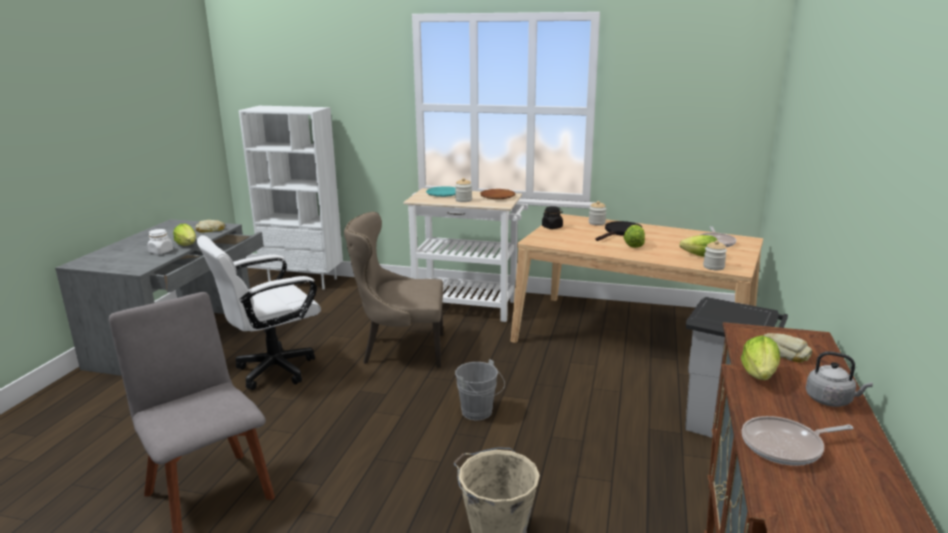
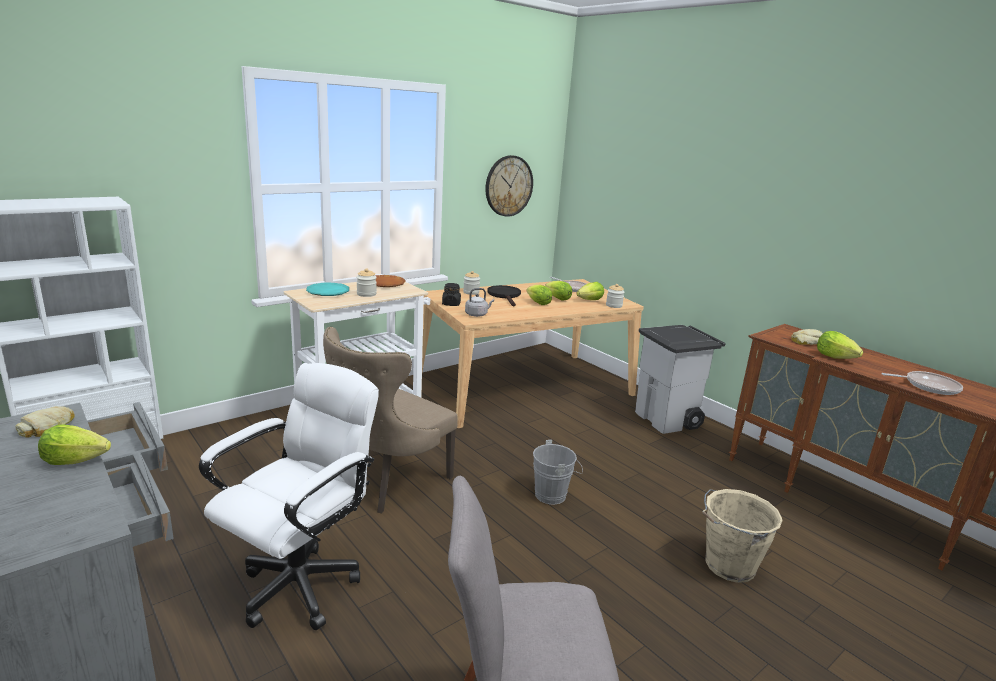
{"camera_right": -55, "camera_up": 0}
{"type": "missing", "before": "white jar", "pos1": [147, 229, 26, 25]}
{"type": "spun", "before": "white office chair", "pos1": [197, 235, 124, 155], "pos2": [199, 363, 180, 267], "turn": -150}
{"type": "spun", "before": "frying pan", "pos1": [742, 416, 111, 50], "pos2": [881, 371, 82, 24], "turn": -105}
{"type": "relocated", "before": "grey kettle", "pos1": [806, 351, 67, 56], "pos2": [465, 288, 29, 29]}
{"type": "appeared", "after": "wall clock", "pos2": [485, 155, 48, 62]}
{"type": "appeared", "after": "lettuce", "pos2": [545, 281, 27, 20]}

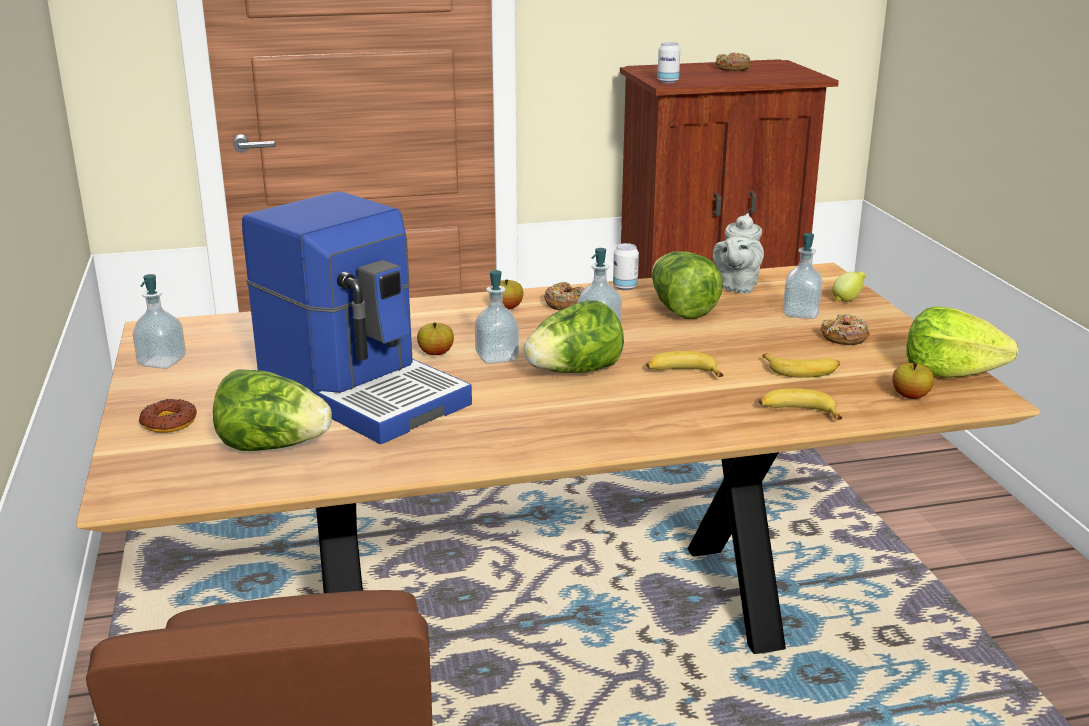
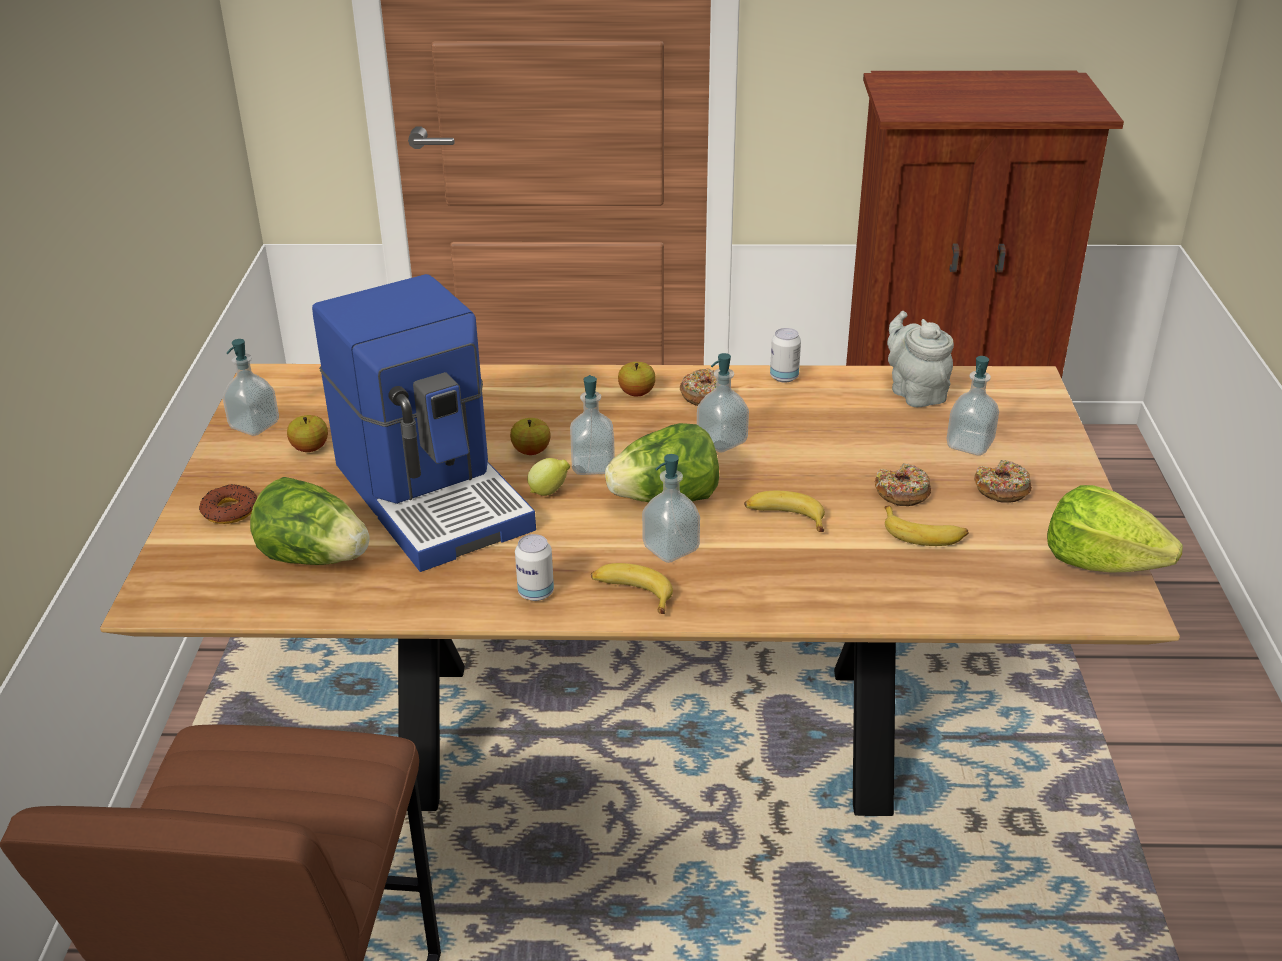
{"camera_right": 15, "camera_up": 10}
{"type": "missing", "before": "lettuce", "pos1": [652, 251, 71, 68]}
{"type": "relocated", "before": "can", "pos1": [657, 42, 23, 41], "pos2": [515, 534, 39, 67]}
{"type": "spun", "before": "grey teapot", "pos1": [713, 213, 51, 81], "pos2": [887, 311, 67, 96], "turn": 120}
{"type": "relocated", "before": "donut", "pos1": [715, 52, 36, 19], "pos2": [875, 464, 56, 42]}
{"type": "relocated", "before": "banana", "pos1": [759, 388, 83, 32], "pos2": [591, 563, 82, 51]}
{"type": "relocated", "before": "lemon", "pos1": [832, 272, 34, 30], "pos2": [527, 458, 43, 38]}
{"type": "relocated", "before": "apple", "pos1": [892, 363, 42, 36], "pos2": [287, 415, 41, 37]}
{"type": "appeared", "after": "soap dispenser", "pos2": [642, 454, 58, 109]}

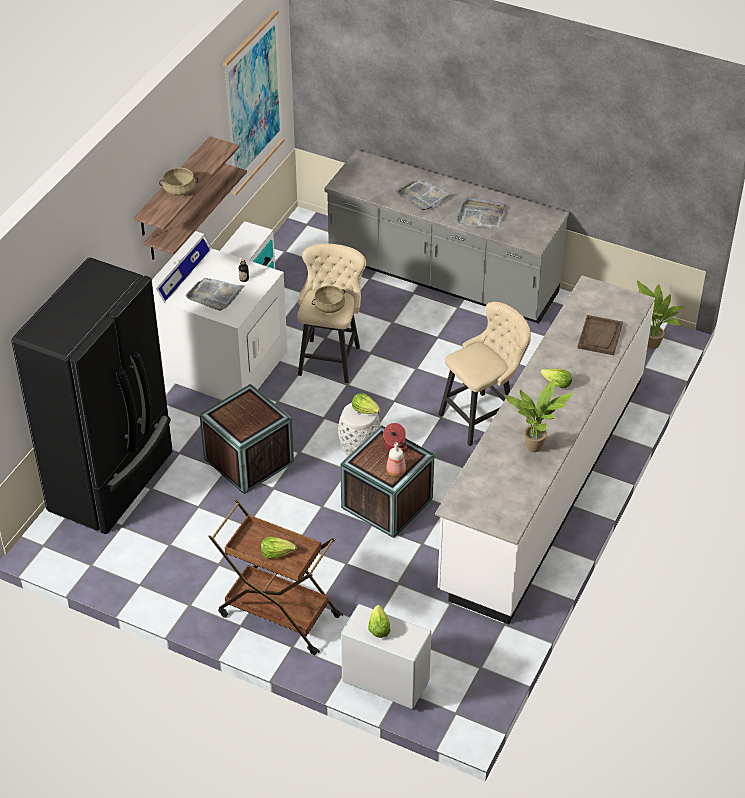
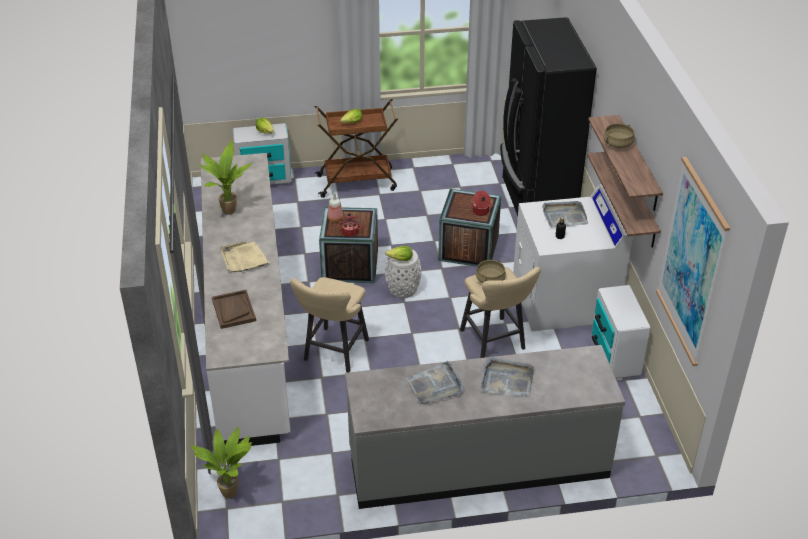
{"camera_right": 145, "camera_up": -5}
{"type": "exchanged", "before": "lettuce", "after": "beige tray", "pos1": [540, 369, 32, 19], "pos2": [220, 242, 50, 30]}
{"type": "appeared", "after": "cooking pot", "pos2": [469, 191, 24, 25]}

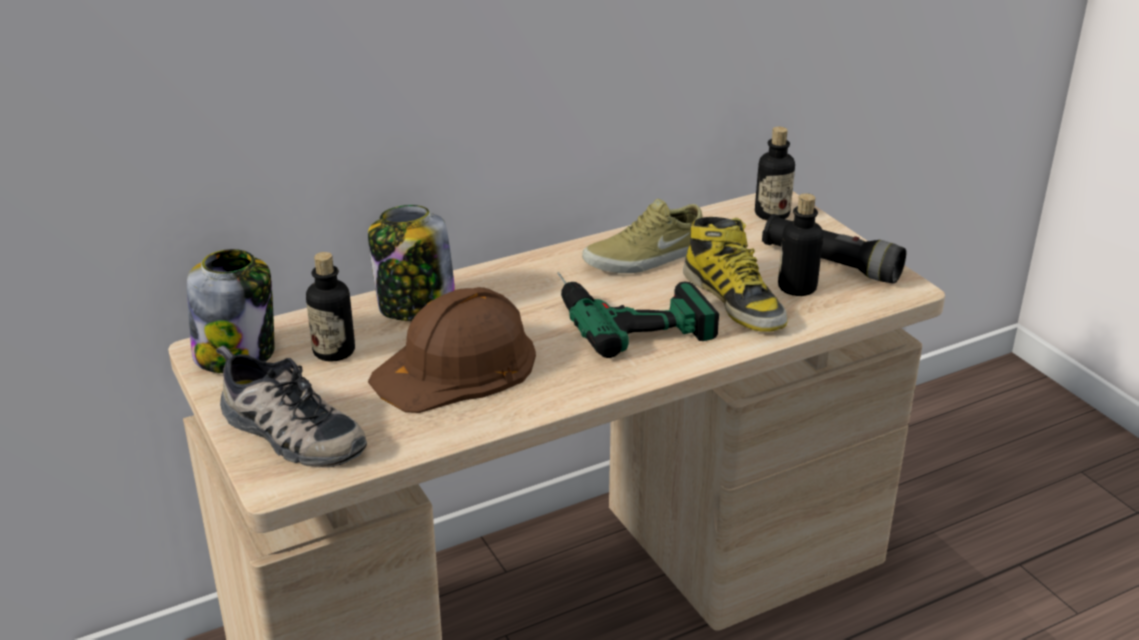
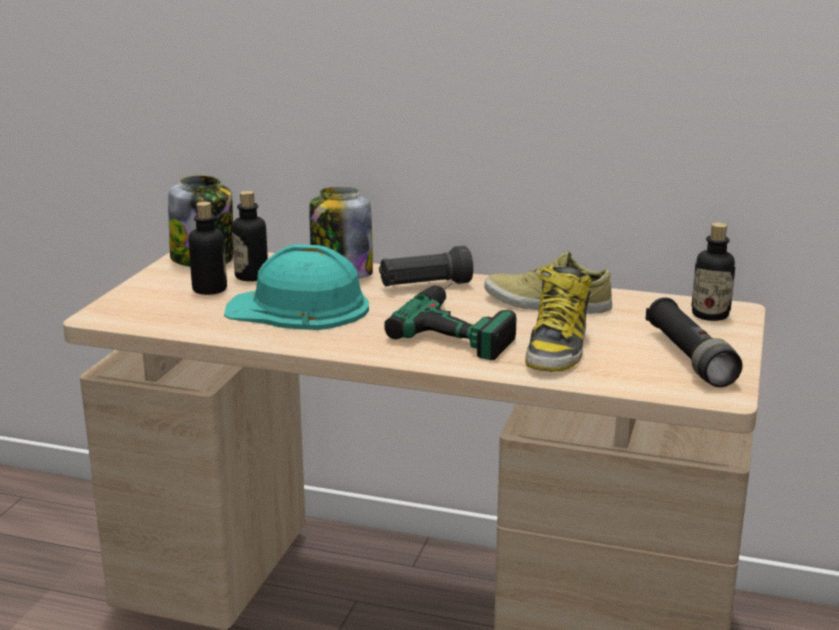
{"camera_right": 45, "camera_up": -10}
{"type": "missing", "before": "shoe", "pos1": [216, 345, 151, 123]}
{"type": "colour", "before": "brown hard hat", "after": "turquoise hard hat", "pos1": [368, 287, 168, 126], "pos2": [224, 245, 145, 85]}
{"type": "relocated", "before": "bottle", "pos1": [778, 193, 45, 103], "pos2": [188, 202, 39, 93]}
{"type": "appeared", "after": "black flashlight", "pos2": [379, 246, 94, 41]}

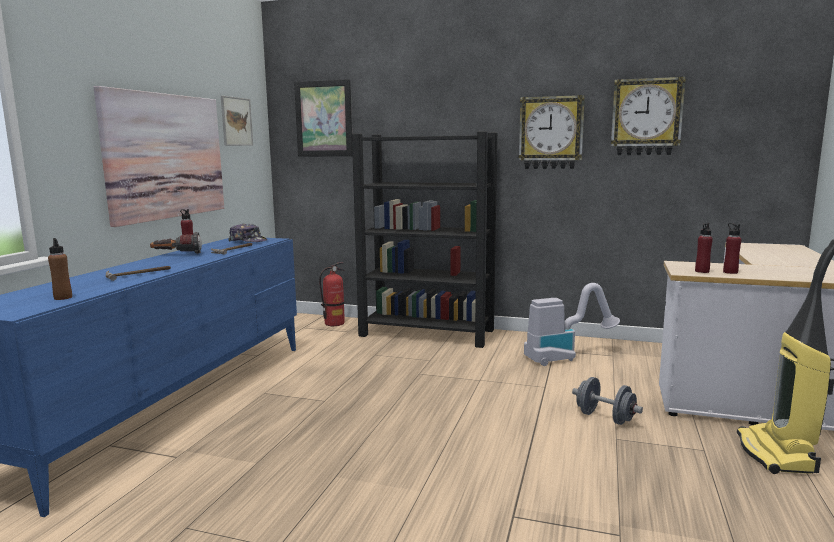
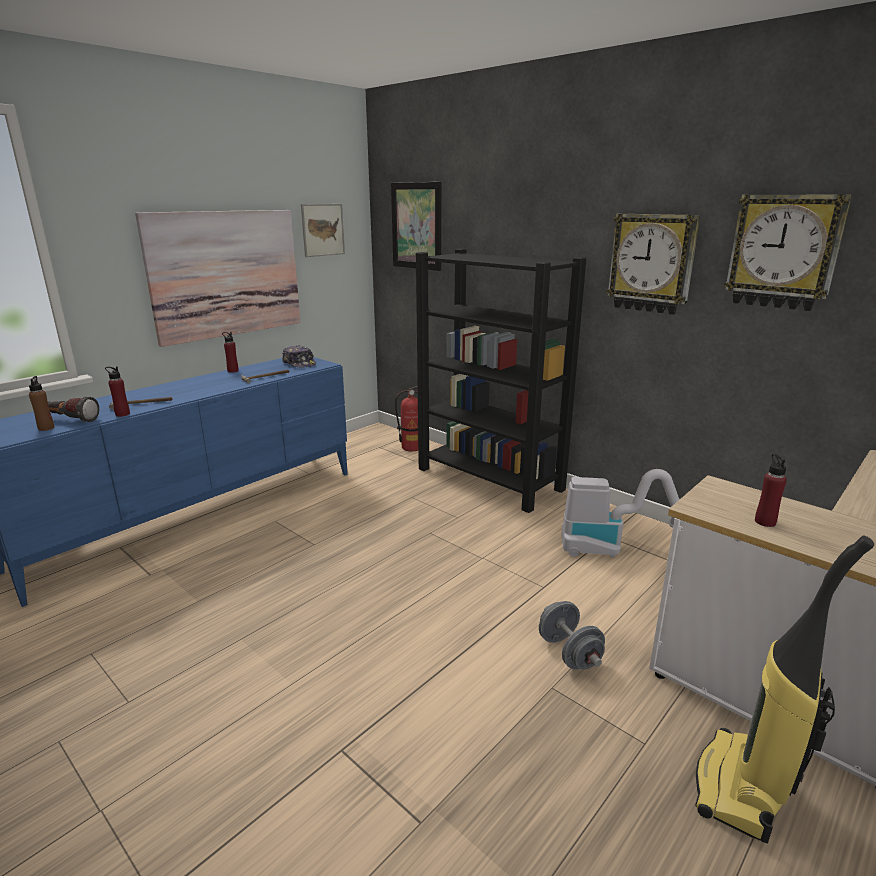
{"camera_right": 25, "camera_up": 10}
{"type": "relocated", "before": "flashlight", "pos1": [150, 232, 52, 22], "pos2": [48, 397, 51, 25]}
{"type": "relocated", "before": "red bottle", "pos1": [695, 223, 18, 50], "pos2": [105, 366, 25, 51]}

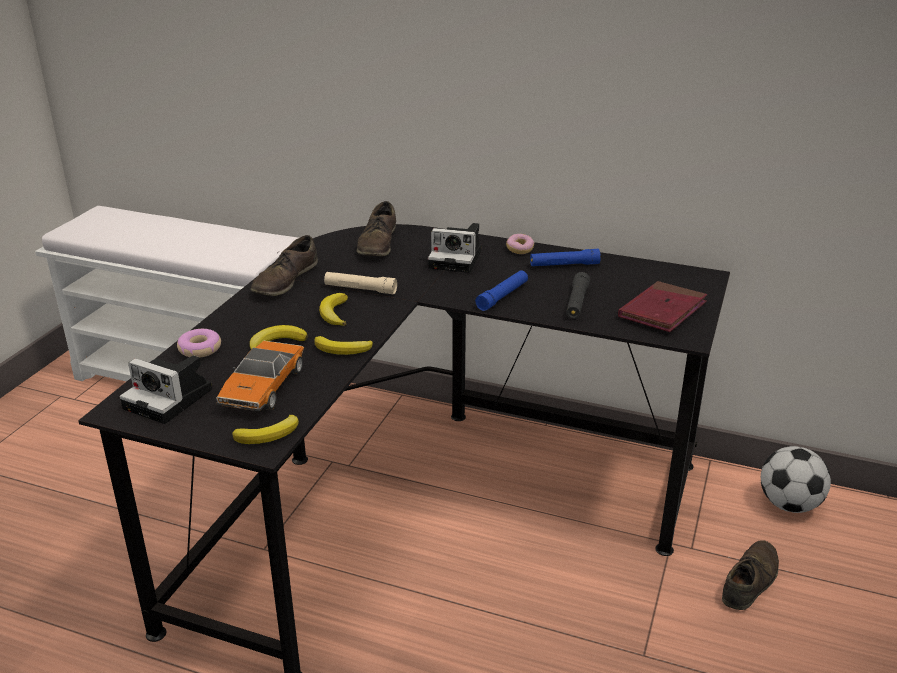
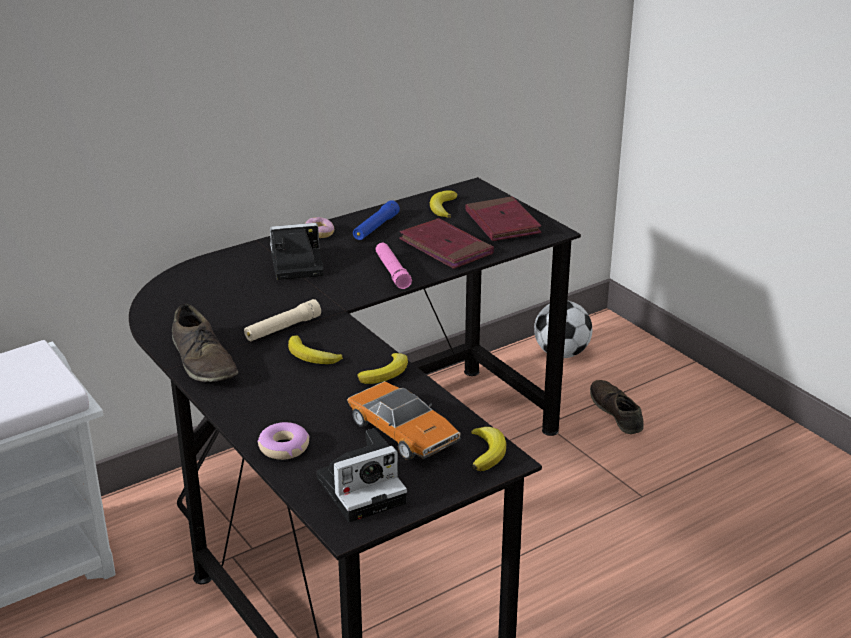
{"camera_right": -55, "camera_up": 0}
{"type": "relocated", "before": "banana", "pos1": [250, 325, 57, 24], "pos2": [430, 190, 27, 28]}
{"type": "missing", "before": "brown shoe", "pos1": [357, 201, 39, 55]}
{"type": "spun", "before": "photo camera", "pos1": [428, 223, 53, 50], "pos2": [270, 223, 54, 57], "turn": -150}
{"type": "colour", "before": "blue flashlight", "after": "pink flashlight", "pos1": [475, 270, 53, 41], "pos2": [375, 243, 37, 46]}
{"type": "exchanged", "before": "black flashlight", "after": "red book", "pos1": [566, 272, 24, 47], "pos2": [399, 218, 95, 51]}

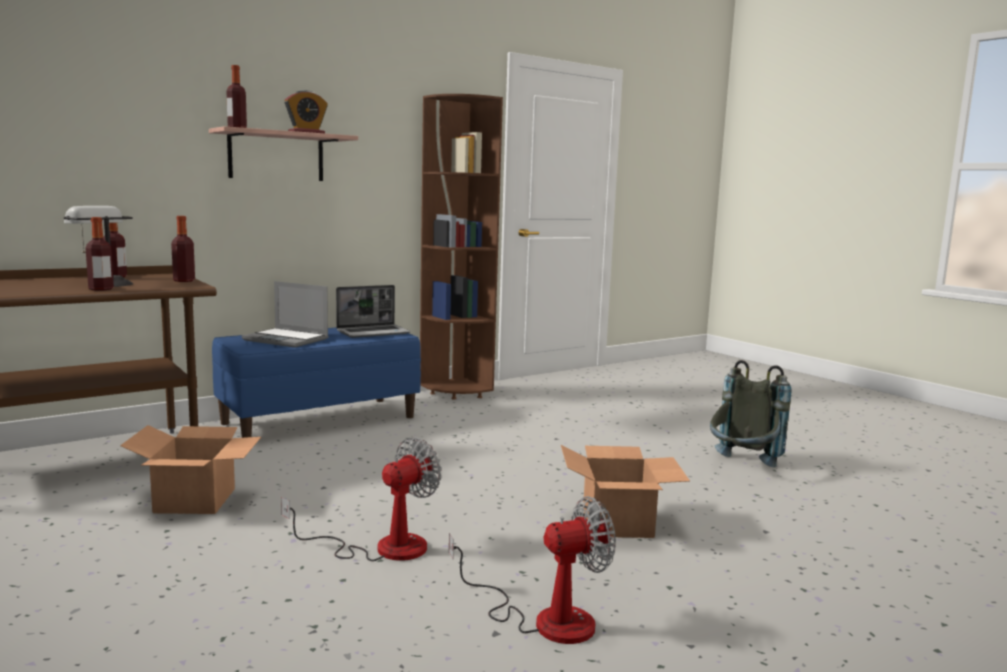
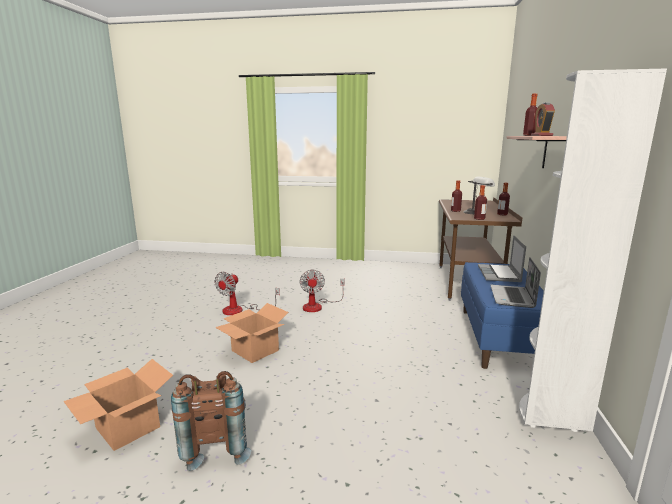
{"camera_right": 135, "camera_up": 5}
{"type": "relocated", "before": "cardboard box", "pos1": [120, 425, 141, 89], "pos2": [64, 359, 109, 92]}
{"type": "spun", "before": "laptop", "pos1": [242, 281, 87, 67], "pos2": [478, 235, 48, 47], "turn": -60}
{"type": "colour", "before": "brown bookcase", "after": "white bookcase", "pos1": [420, 94, 83, 306], "pos2": [519, 69, 148, 363]}
{"type": "colour", "before": "grey backpack", "after": "brown backpack", "pos1": [710, 360, 81, 108], "pos2": [171, 371, 80, 100]}

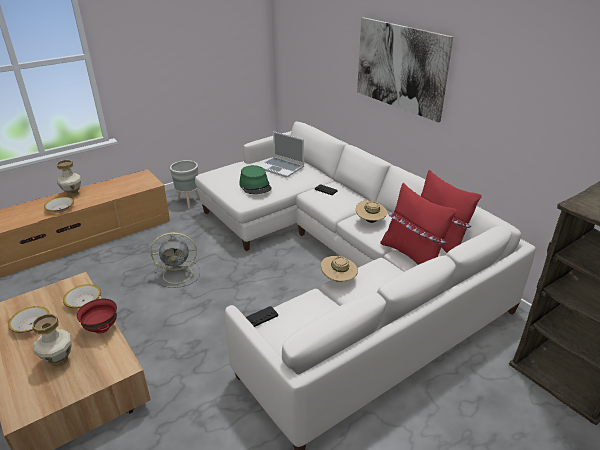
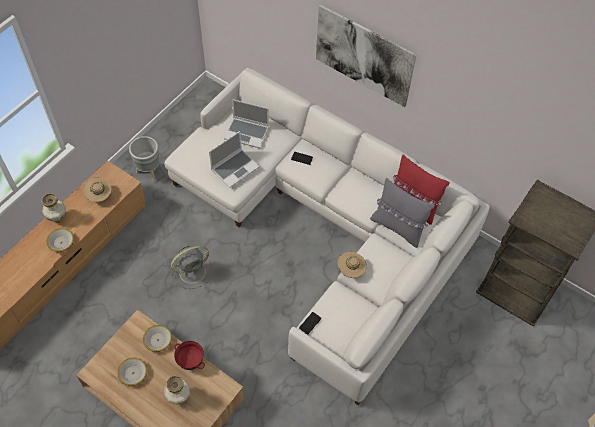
{"camera_right": -20, "camera_up": 25}
{"type": "exchanged", "before": "green hat", "after": "laptop", "pos1": [239, 165, 33, 29], "pos2": [209, 131, 51, 57]}
{"type": "relocated", "before": "beige hat", "pos1": [356, 200, 31, 23], "pos2": [83, 178, 29, 24]}
{"type": "colour", "before": "red pillow", "after": "grey pillow", "pos1": [380, 183, 77, 82], "pos2": [370, 178, 65, 70]}

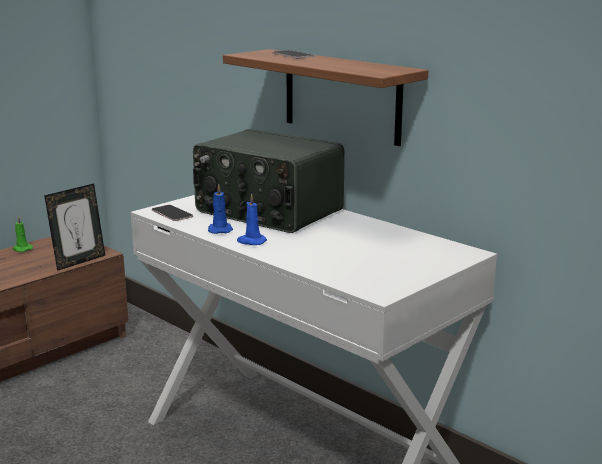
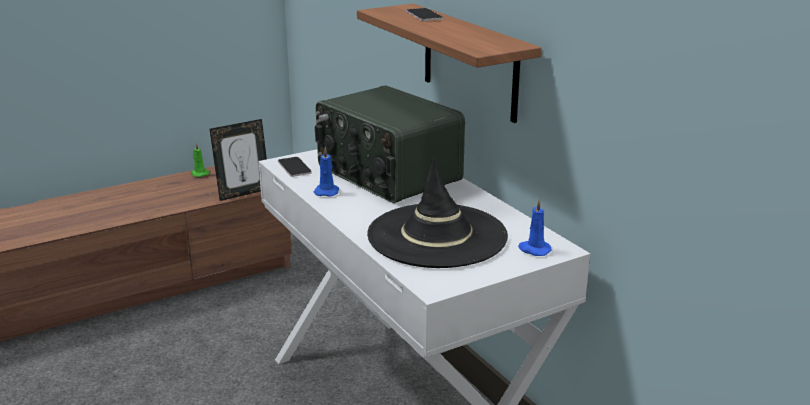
{"camera_right": 15, "camera_up": 5}
{"type": "relocated", "before": "blue candle", "pos1": [237, 193, 30, 52], "pos2": [518, 199, 34, 57]}
{"type": "appeared", "after": "black hat", "pos2": [367, 157, 141, 111]}

